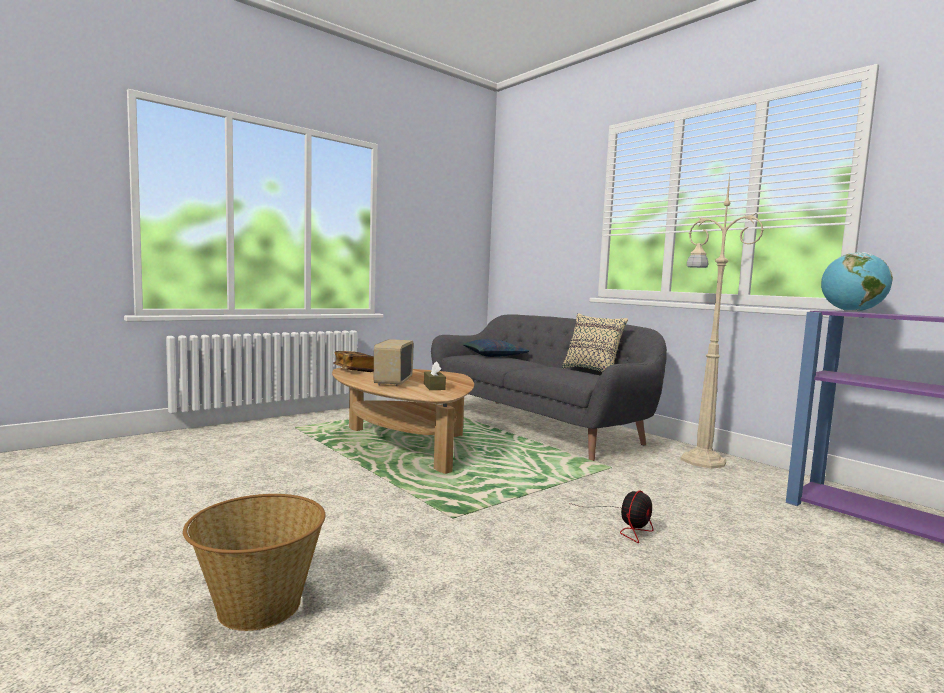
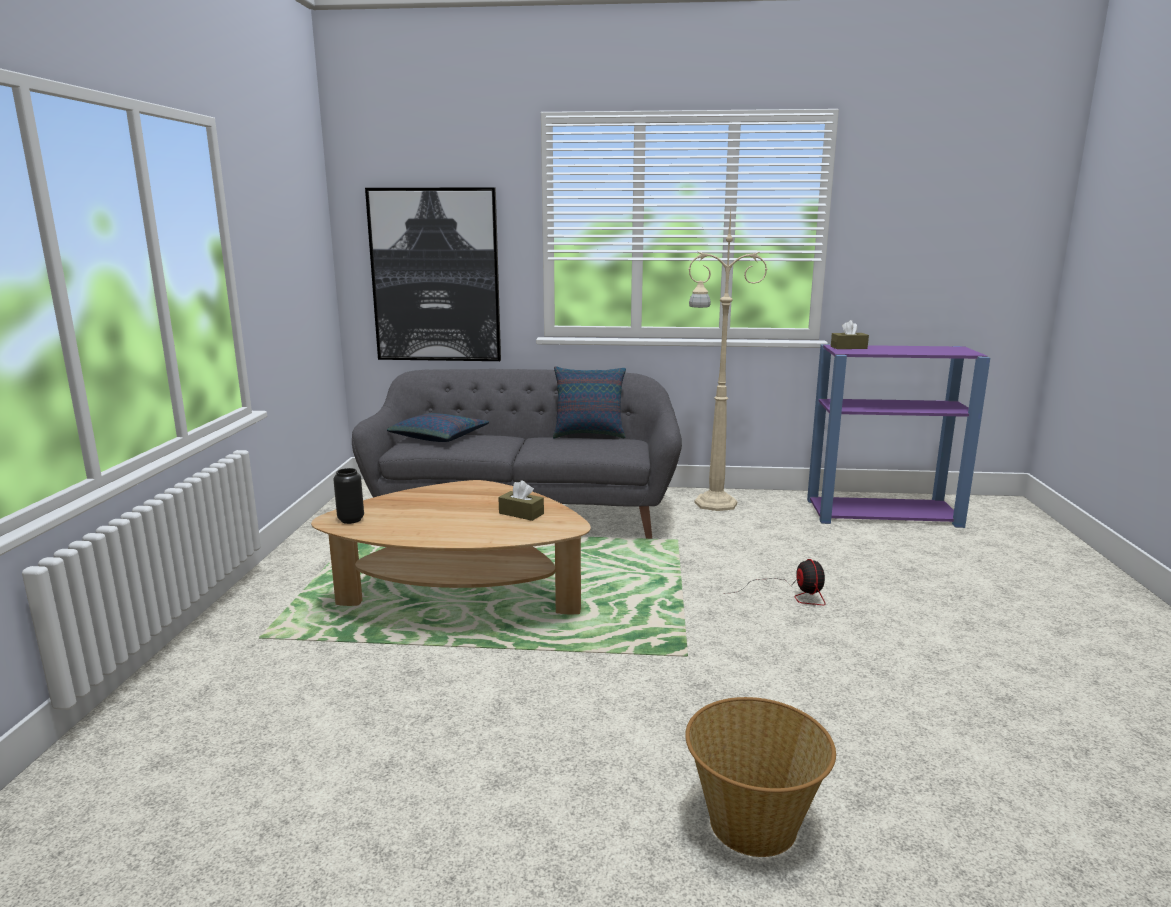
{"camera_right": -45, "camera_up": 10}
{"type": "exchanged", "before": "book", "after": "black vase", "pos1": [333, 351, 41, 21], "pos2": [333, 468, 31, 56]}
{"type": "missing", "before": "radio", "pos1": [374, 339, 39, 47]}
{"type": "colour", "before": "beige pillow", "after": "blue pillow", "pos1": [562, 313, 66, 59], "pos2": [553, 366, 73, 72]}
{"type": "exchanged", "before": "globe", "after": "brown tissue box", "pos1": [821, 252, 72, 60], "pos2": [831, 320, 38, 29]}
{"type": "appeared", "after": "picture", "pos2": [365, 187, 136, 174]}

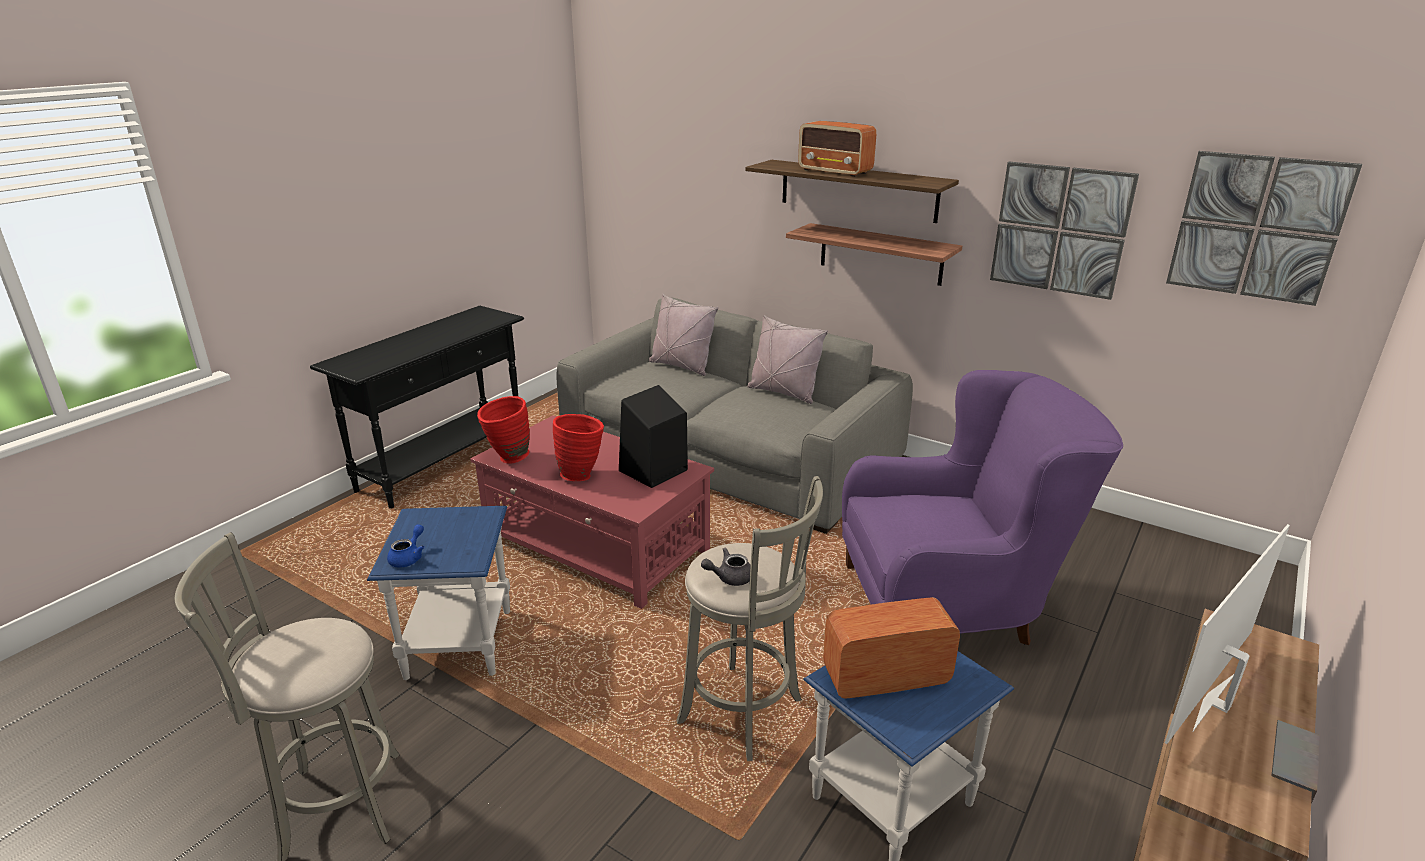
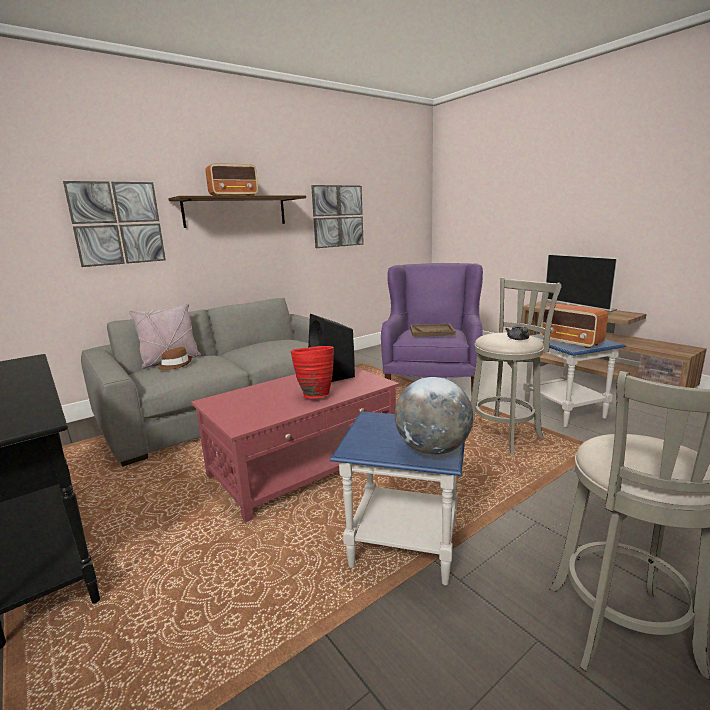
{"camera_right": -70, "camera_up": -10}
{"type": "exchanged", "before": "blue teapot", "after": "globe", "pos1": [387, 524, 37, 44], "pos2": [395, 377, 78, 78]}
{"type": "missing", "before": "red vase", "pos1": [477, 396, 53, 68]}
{"type": "missing", "before": "purple pillow", "pos1": [747, 315, 81, 89]}
{"type": "missing", "before": "shelf", "pos1": [786, 223, 176, 63]}
{"type": "spun", "before": "radio", "pos1": [823, 597, 137, 102], "pos2": [540, 304, 68, 44], "turn": -45}
{"type": "relocated", "before": "picture", "pos1": [1166, 151, 196, 155], "pos2": [63, 181, 103, 86]}
{"type": "appeared", "after": "brown hat", "pos2": [158, 347, 34, 23]}
{"type": "appeared", "after": "brown tray", "pos2": [410, 324, 46, 13]}

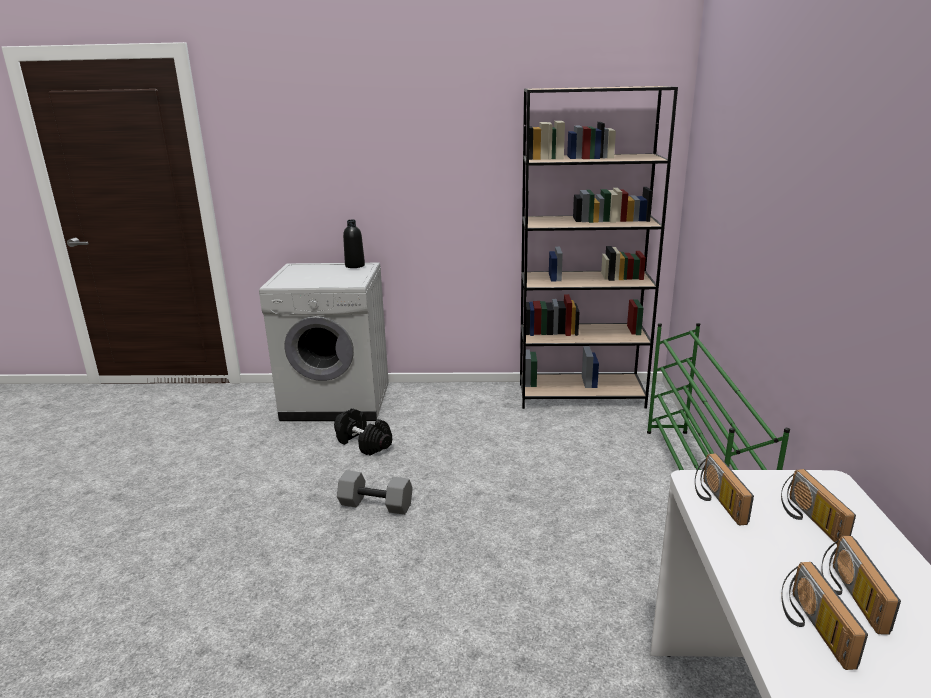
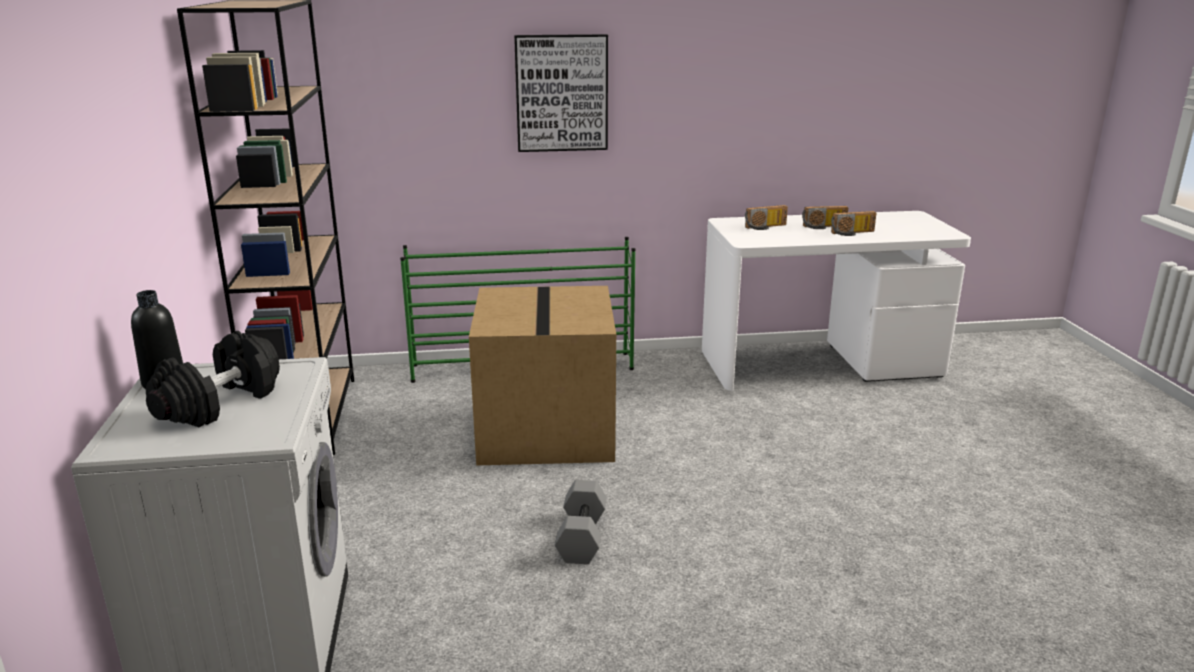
{"camera_right": -100, "camera_up": 0}
{"type": "relocated", "before": "black dumbbell", "pos1": [334, 408, 58, 48], "pos2": [146, 331, 134, 96]}
{"type": "missing", "before": "radio", "pos1": [695, 453, 59, 72]}
{"type": "appeared", "after": "cardboard box", "pos2": [469, 286, 147, 179]}
{"type": "appeared", "after": "picture", "pos2": [514, 34, 94, 118]}

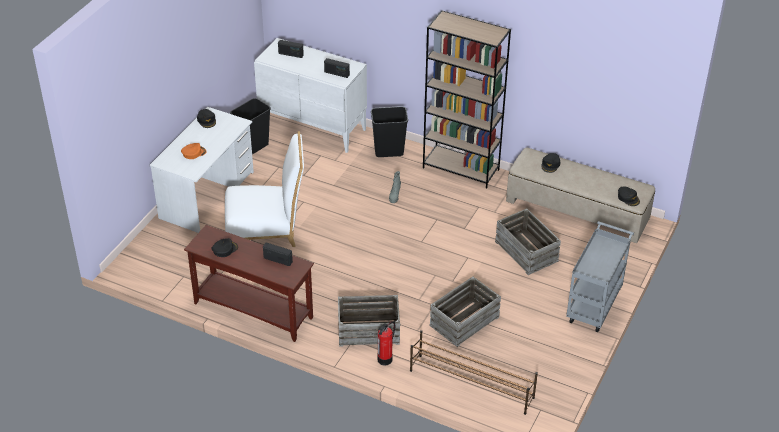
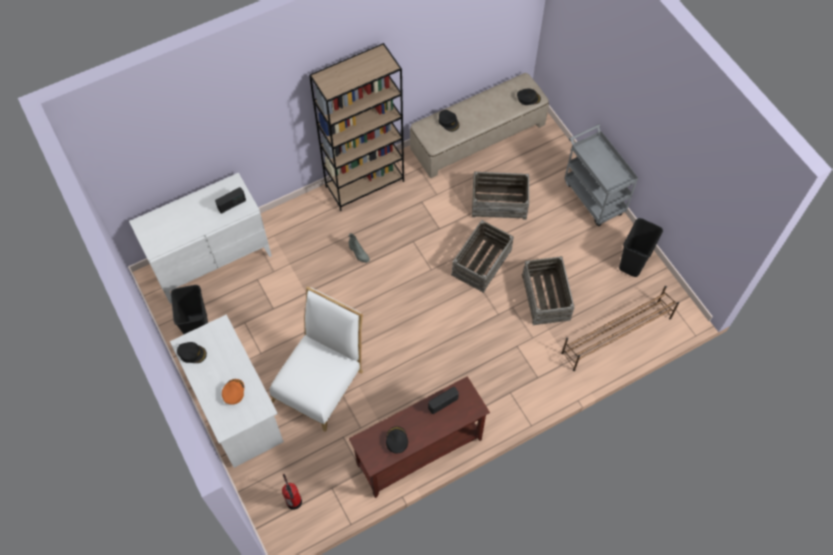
{"camera_right": -55, "camera_up": 20}
{"type": "missing", "before": "radio", "pos1": [278, 40, 26, 18]}
{"type": "relocated", "before": "crate", "pos1": [338, 295, 62, 51], "pos2": [451, 220, 63, 73]}
{"type": "relocated", "before": "black trash can", "pos1": [371, 106, 37, 51], "pos2": [619, 218, 44, 59]}
{"type": "relocated", "before": "fire extinguisher", "pos1": [377, 321, 19, 45], "pos2": [282, 474, 20, 36]}

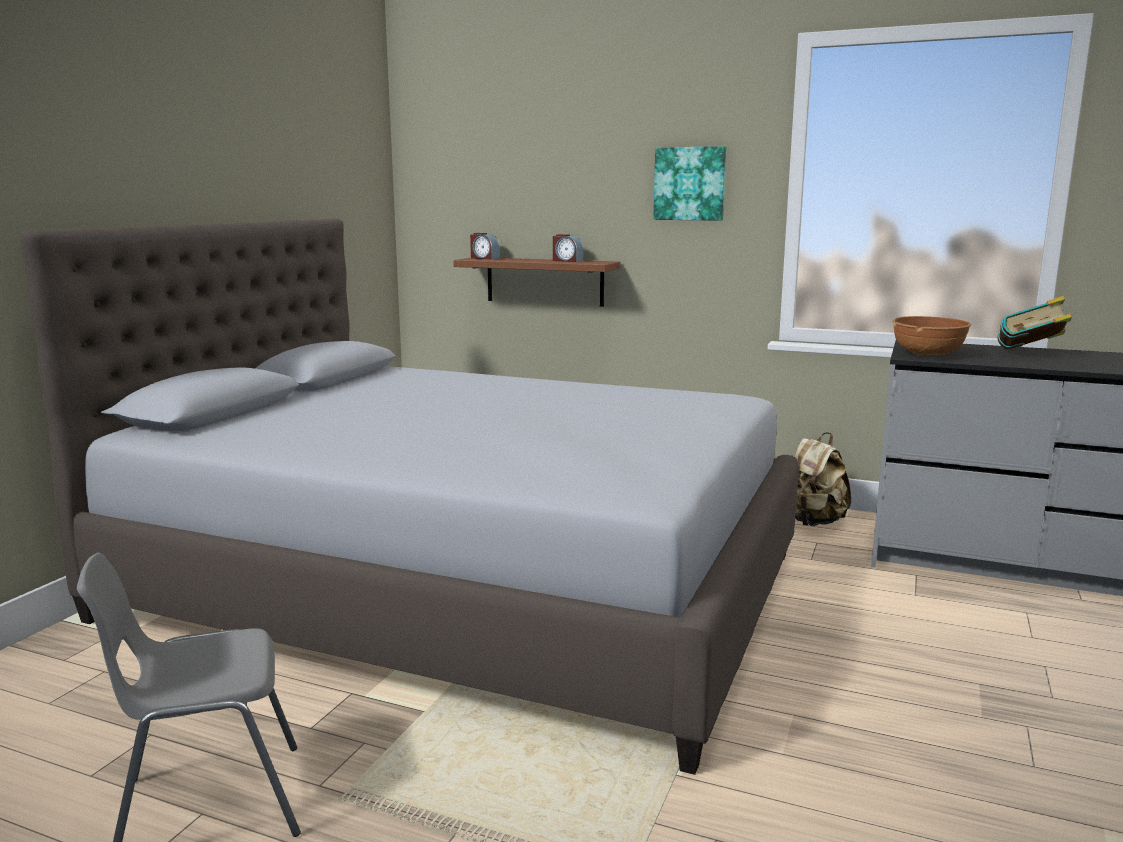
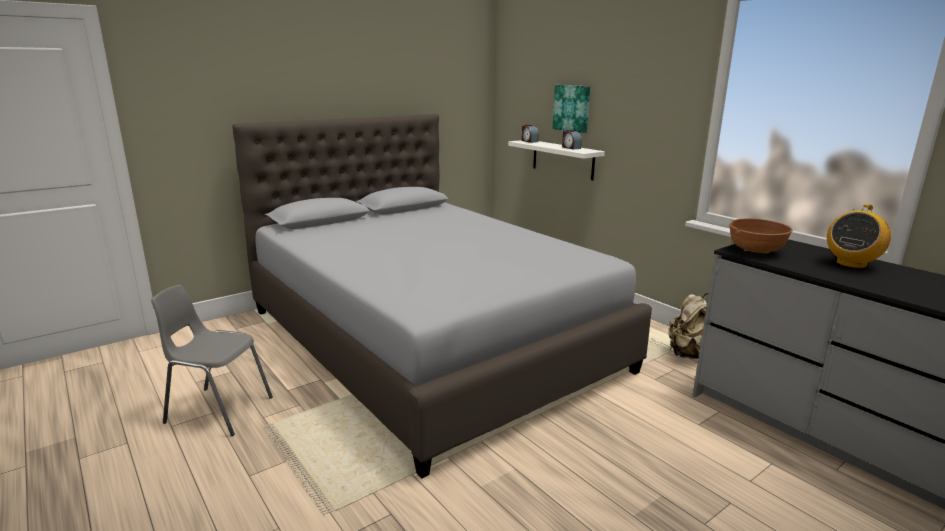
{"camera_right": 30, "camera_up": 5}
{"type": "colour", "before": "brown shelf", "after": "white shelf", "pos1": [453, 258, 167, 49], "pos2": [508, 140, 97, 40]}
{"type": "relocated", "before": "picture", "pos1": [653, 146, 73, 75], "pos2": [552, 85, 38, 48]}
{"type": "exchanged", "before": "book", "after": "radio", "pos1": [998, 296, 74, 53], "pos2": [827, 204, 64, 65]}

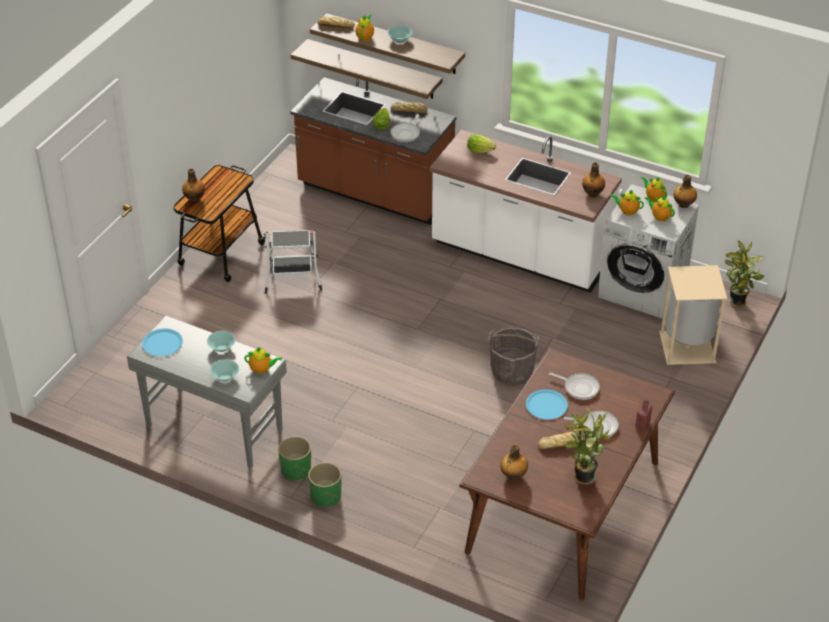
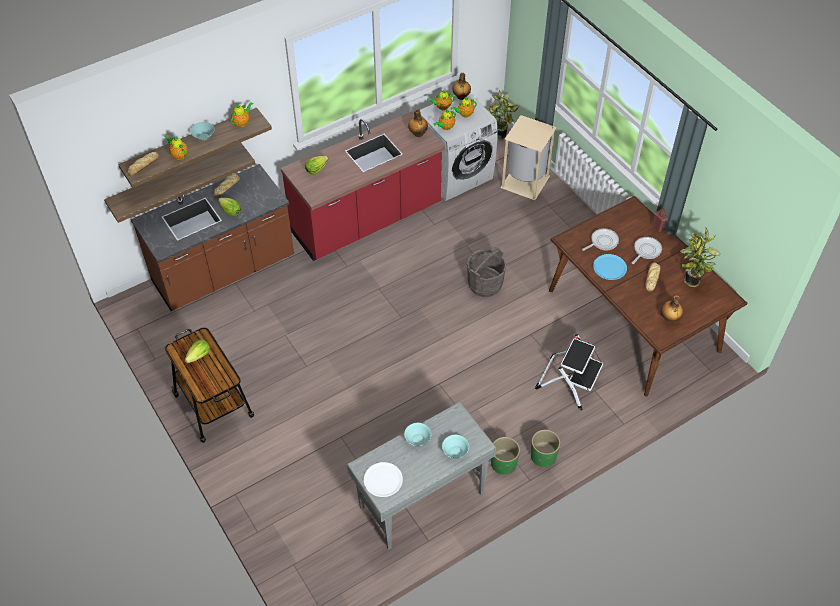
{"camera_right": -60, "camera_up": 10}
{"type": "colour", "before": "blue plate", "after": "white plate", "pos1": [142, 328, 41, 28], "pos2": [364, 462, 39, 35]}
{"type": "missing", "before": "bottle", "pos1": [182, 169, 23, 34]}
{"type": "relocated", "before": "teapot", "pos1": [244, 347, 38, 27], "pos2": [231, 102, 22, 25]}
{"type": "relocated", "before": "step ladder", "pos1": [265, 230, 57, 63], "pos2": [535, 334, 68, 76]}
{"type": "missing", "before": "frying pan", "pos1": [391, 115, 29, 27]}
{"type": "colour", "before": "white counter", "after": "red counter", "pos1": [430, 130, 192, 163], "pos2": [281, 111, 164, 150]}
{"type": "appeared", "after": "lettuce", "pos2": [185, 340, 25, 23]}

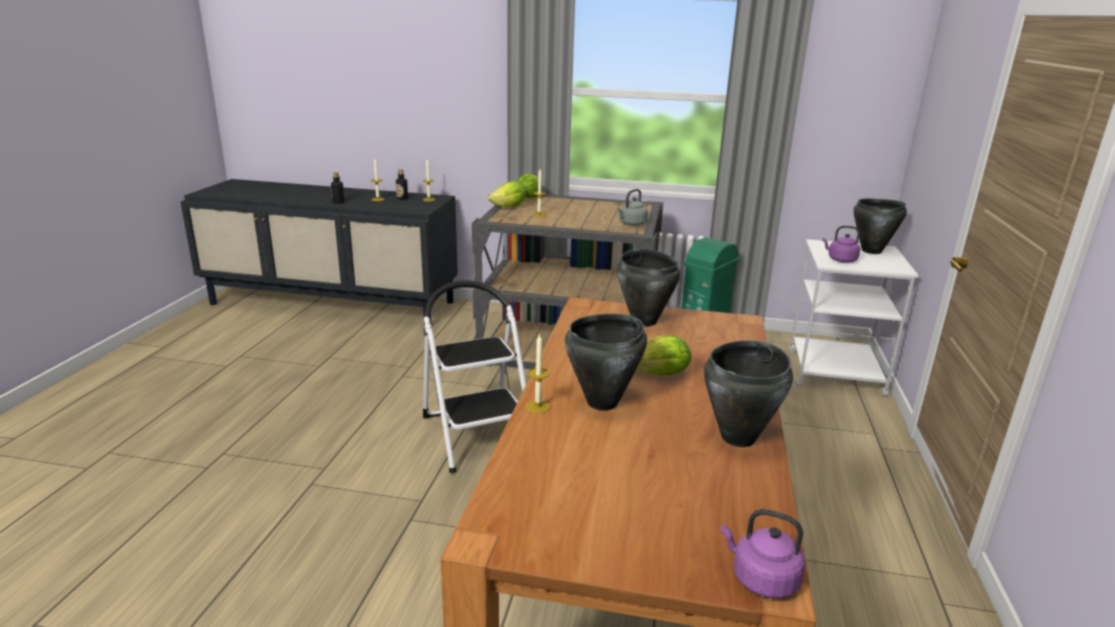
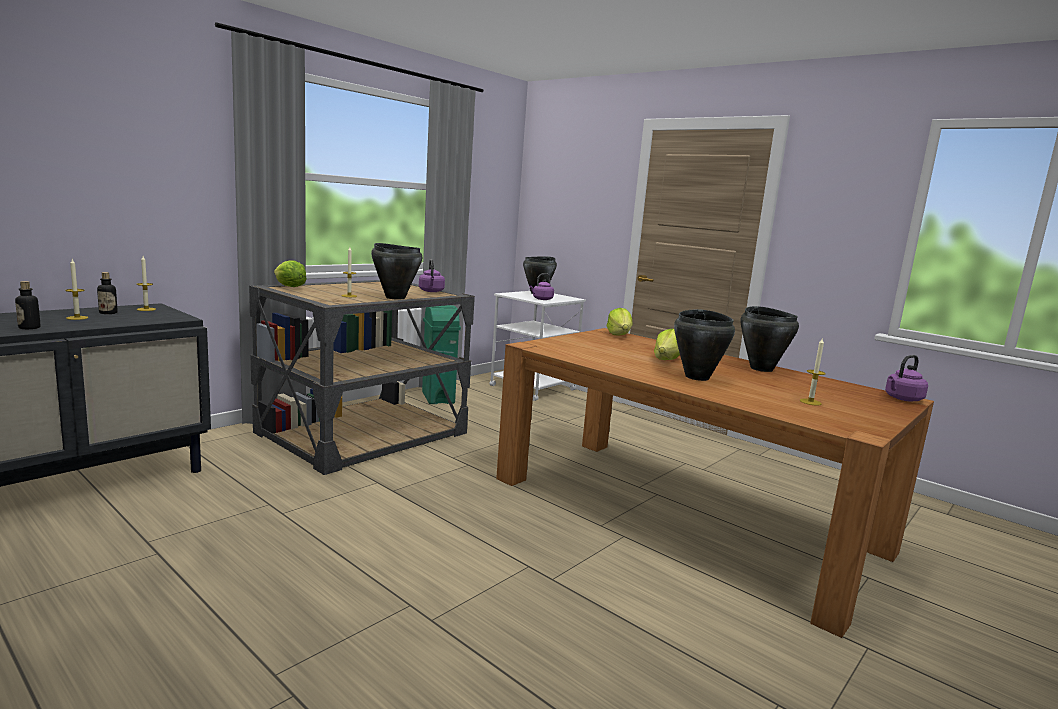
{"camera_right": -60, "camera_up": -10}
{"type": "missing", "before": "step ladder", "pos1": [423, 280, 103, 193]}
{"type": "relocated", "before": "lettuce", "pos1": [488, 181, 38, 26], "pos2": [607, 308, 25, 27]}
{"type": "relocated", "before": "candle", "pos1": [526, 333, 25, 80], "pos2": [800, 337, 26, 69]}
{"type": "colour", "before": "grey kettle", "after": "purple kettle", "pos1": [617, 189, 31, 37], "pos2": [419, 259, 26, 33]}
{"type": "relocated", "before": "black cooking pot", "pos1": [617, 249, 63, 77], "pos2": [371, 243, 51, 56]}

